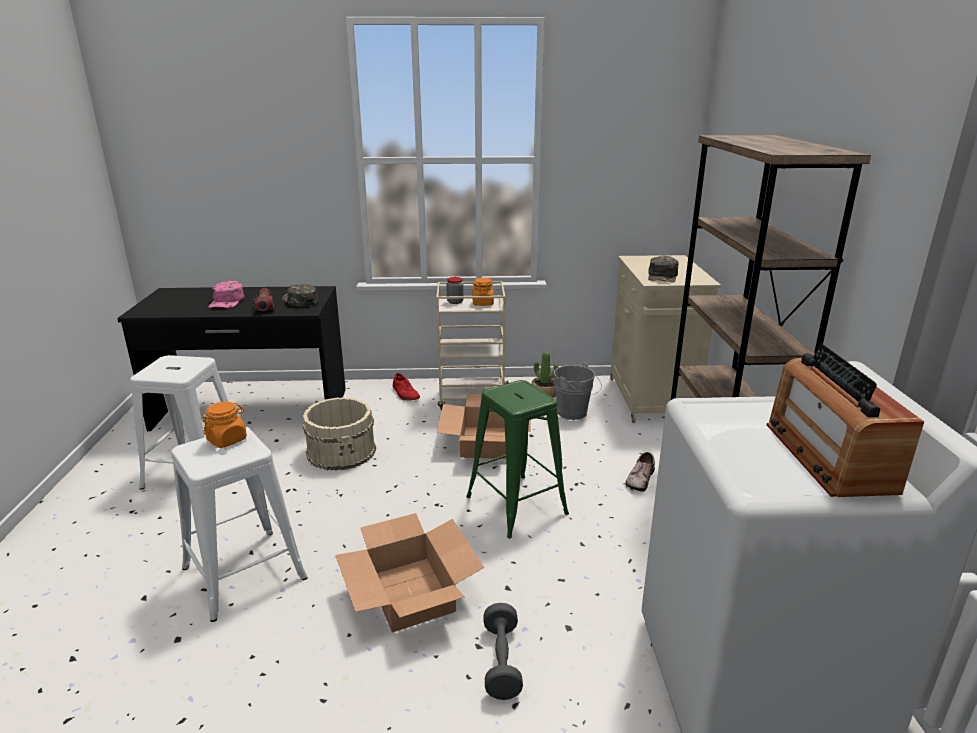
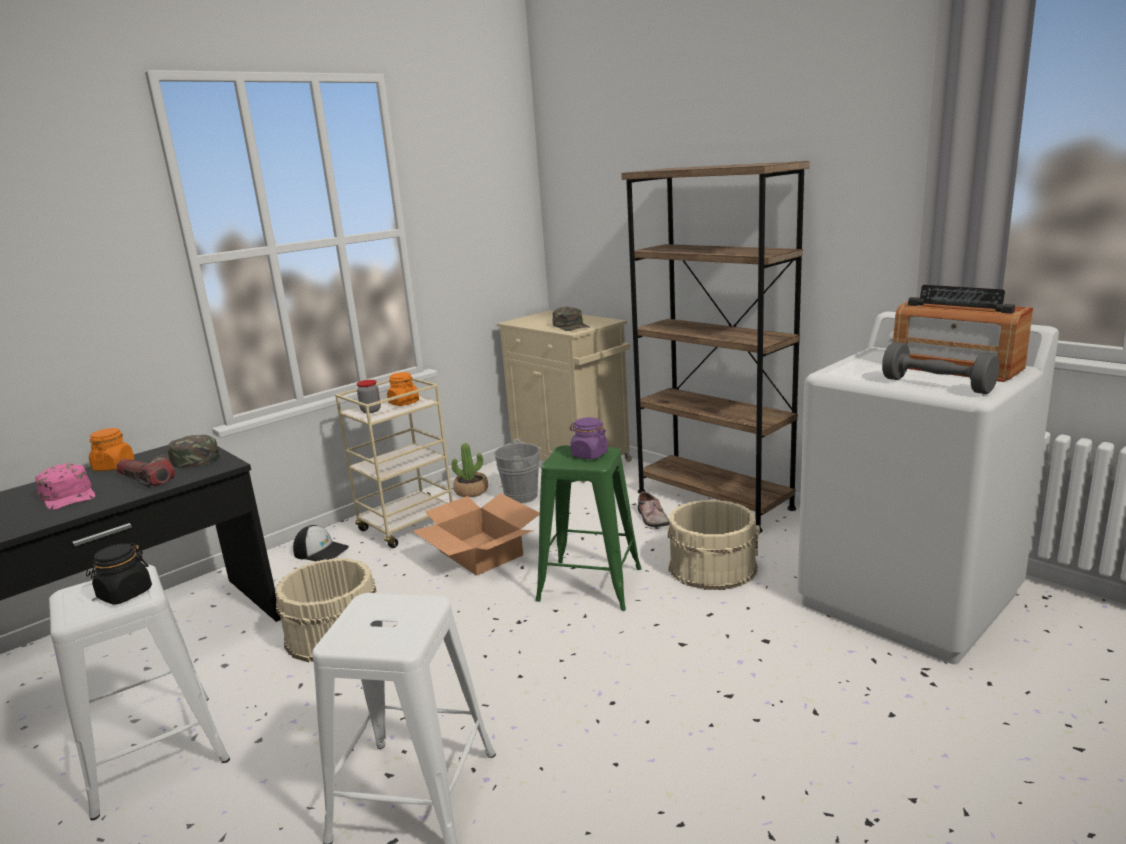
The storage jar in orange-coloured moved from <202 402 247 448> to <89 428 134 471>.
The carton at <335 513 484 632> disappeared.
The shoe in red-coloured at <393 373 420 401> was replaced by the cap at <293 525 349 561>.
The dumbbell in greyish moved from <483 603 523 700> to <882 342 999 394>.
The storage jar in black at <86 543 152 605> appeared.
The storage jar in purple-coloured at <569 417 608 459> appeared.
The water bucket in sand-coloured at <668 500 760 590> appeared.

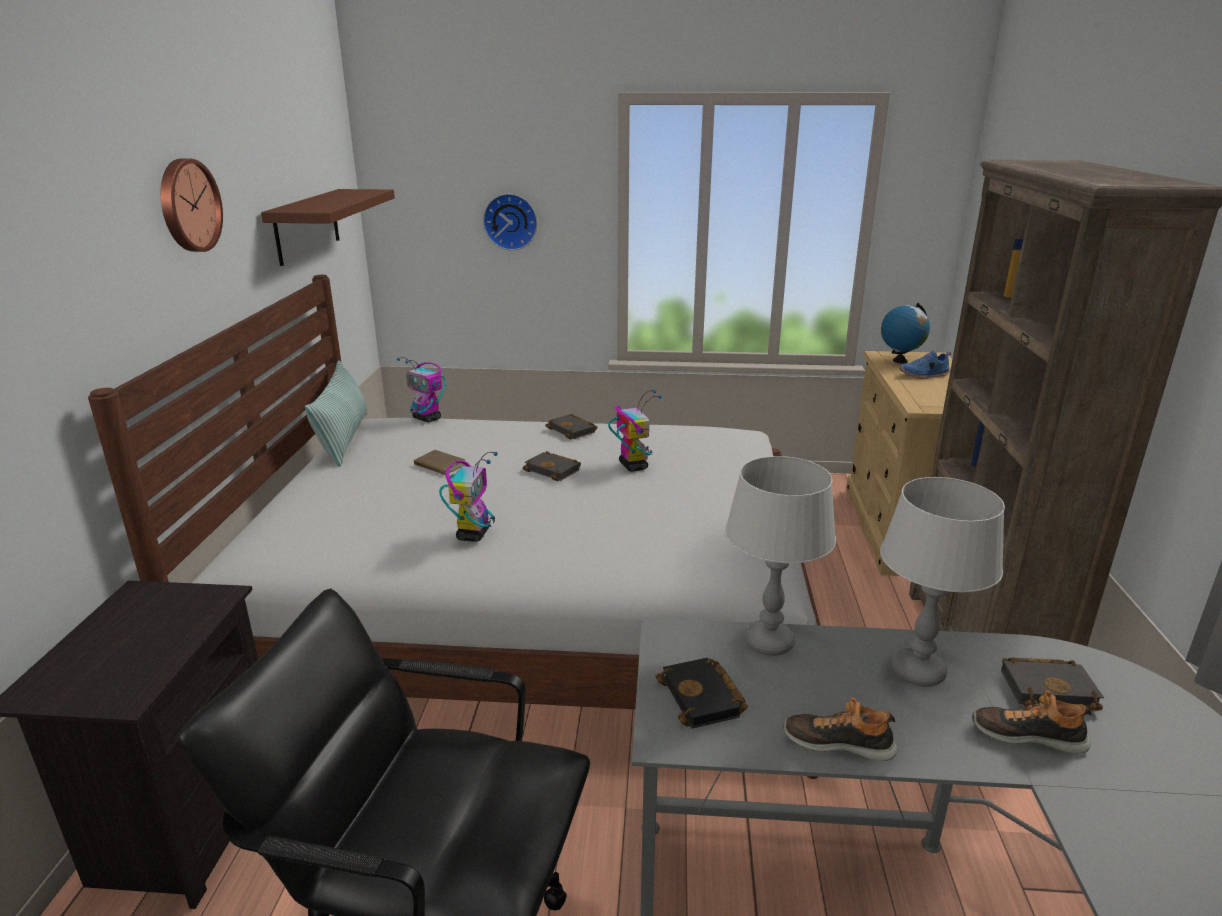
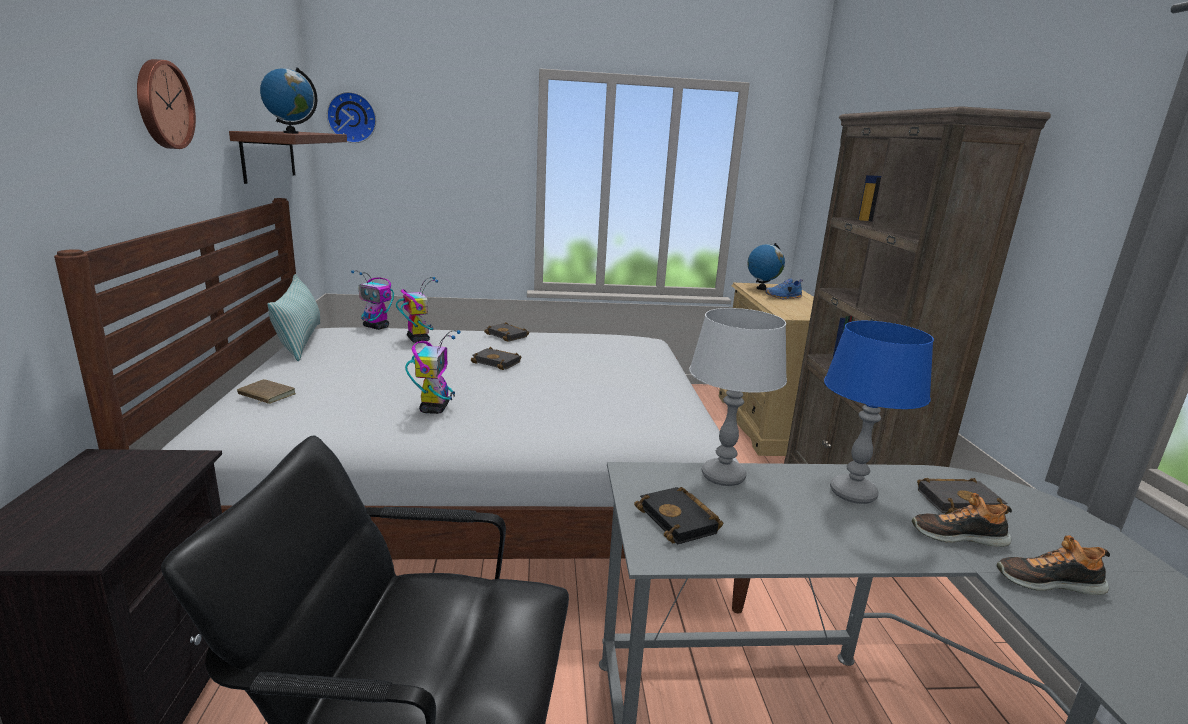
The volume in brown-coloured moved from <414 450 465 475> to <237 379 296 404>.
The clock on the wall moved from <483 194 538 250> to <327 92 376 143>.
The model robot moved from <608 389 662 472> to <396 277 438 343>.
The shoe moved from <783 697 897 761> to <996 535 1110 595>.
The table lamp in greyish at <880 477 1005 687> became the table lamp in blue-coloured at <824 321 934 504>.
The desk globe at <260 68 317 134> appeared.

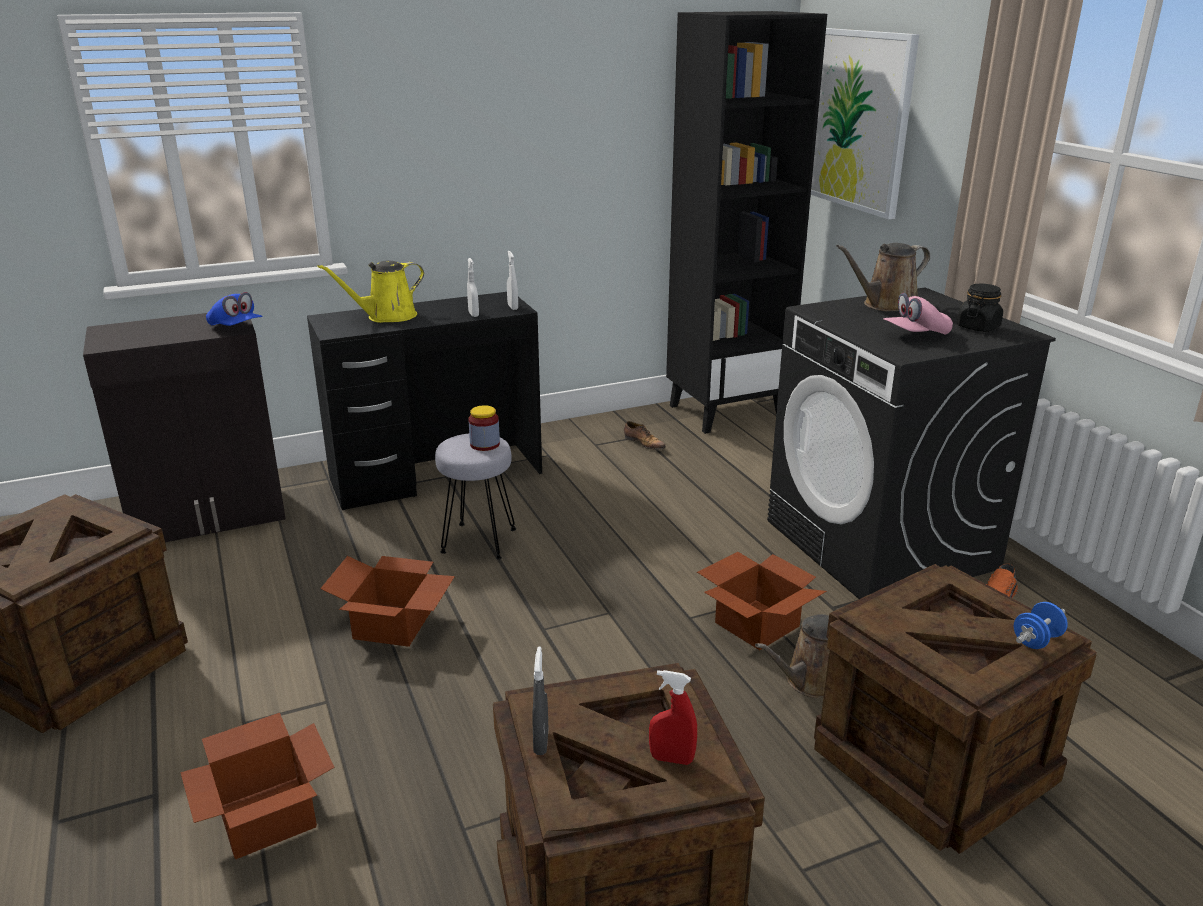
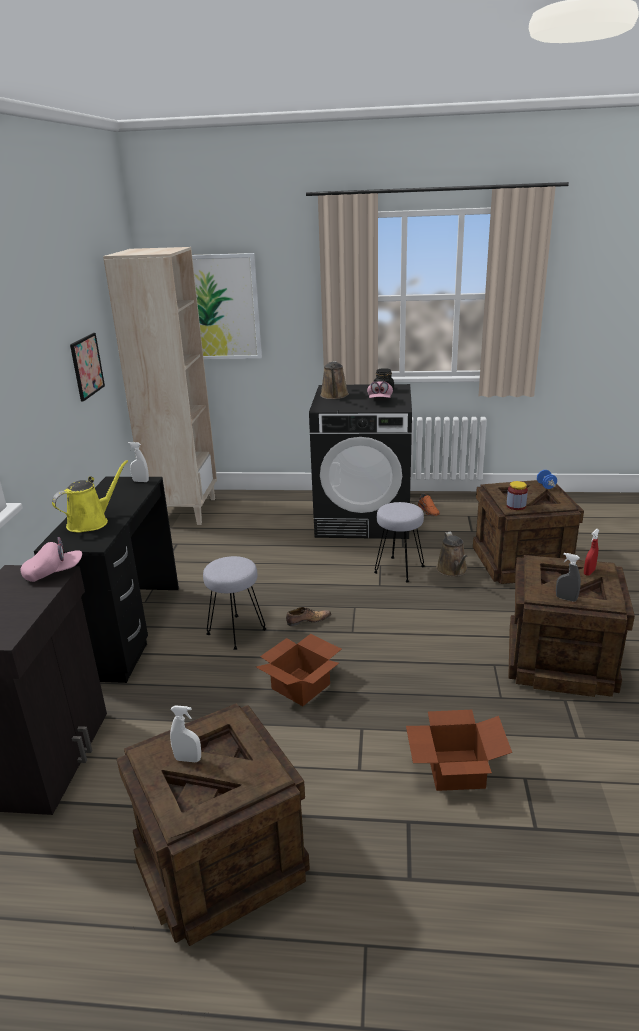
The cap in blue-coloured at <206 292 263 326> became the cap in pink-coloured at <20 537 82 582>.
The watering pot in yellowish at <317 260 424 323> turned 135 degrees counterclockwise.
The sprayer in white moved from <467 258 479 317> to <170 705 201 762>.
The storage jar moved from <468 405 500 451> to <507 481 528 510>.
The shoe moved from <624 421 666 450> to <286 607 331 626>.
The shelving unit in black at <666 11 827 434> became the shelving unit in sand-coloured at <103 247 217 525>.
The carton at <697 552 827 650> was replaced by the sitting stool in greyish at <374 502 425 582>.
The wall picture at <70 333 105 402> appeared.

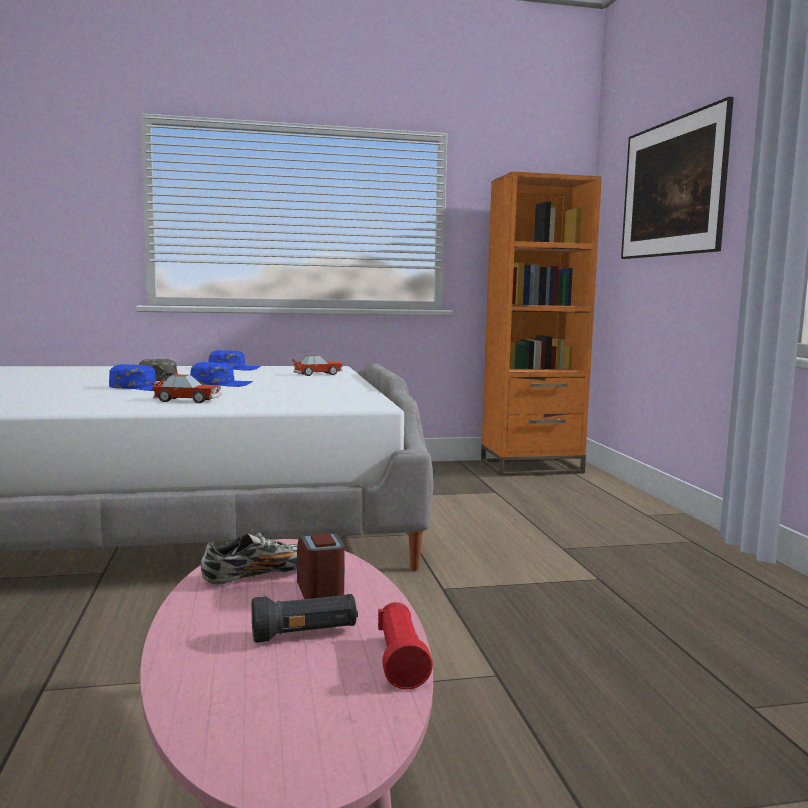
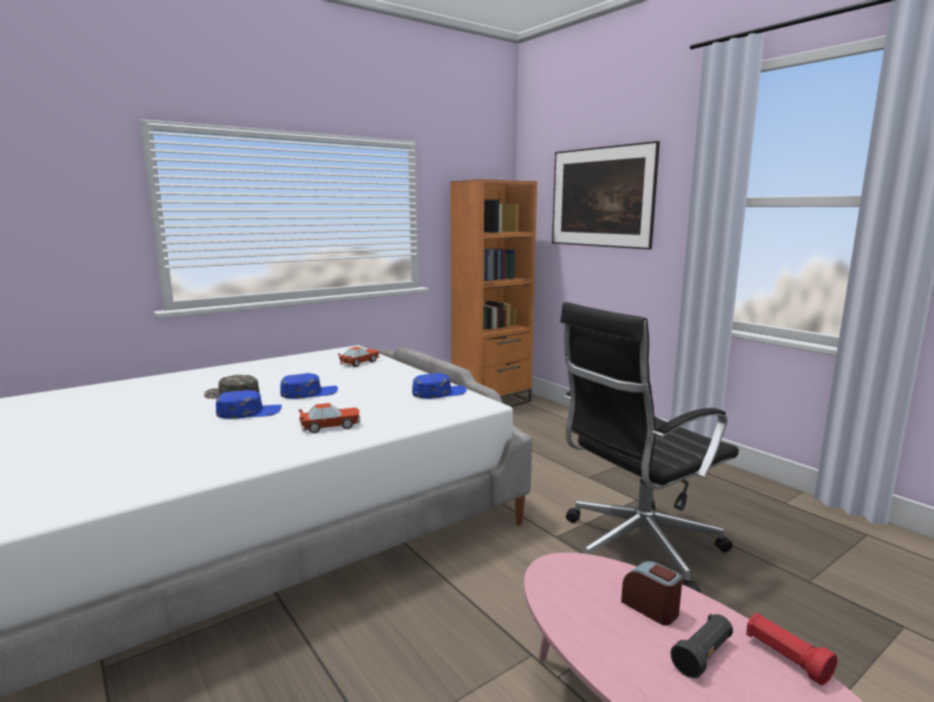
The shoe at <201 532 298 585> disappeared.
The cap in blue-coloured moved from <209 350 261 371> to <412 373 467 399>.
The computer chair in black at <560 302 739 593> appeared.

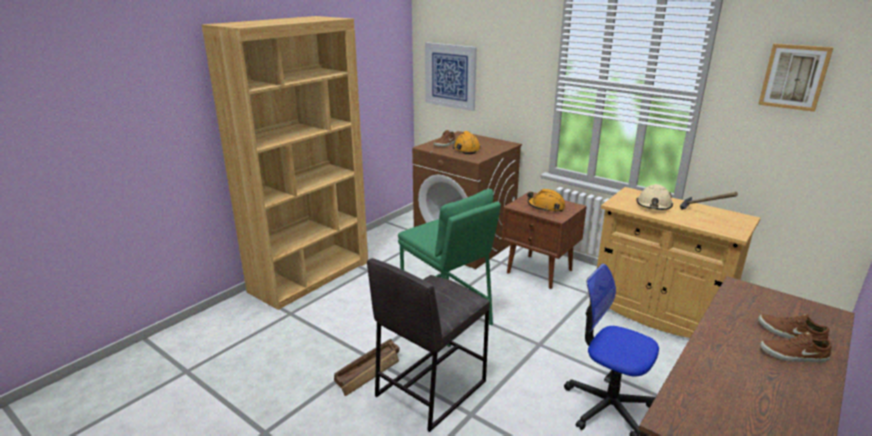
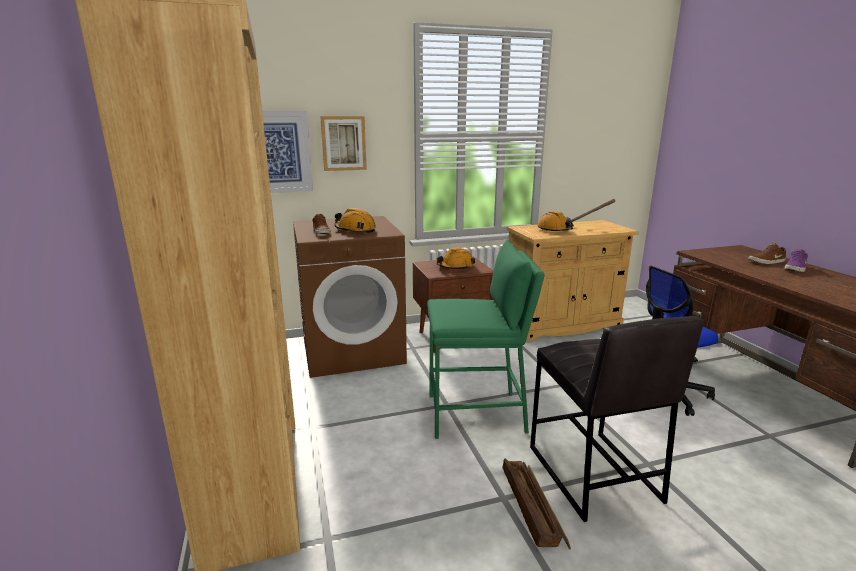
The work helmet in sand-coloured at <637 184 673 210> became the work helmet in orange-coloured at <537 211 573 231>.
The wall picture moved from <758 44 834 112> to <320 116 367 171>.
The shoe in brown-coloured at <760 332 832 363> became the shoe in purple-coloured at <784 249 808 272>.

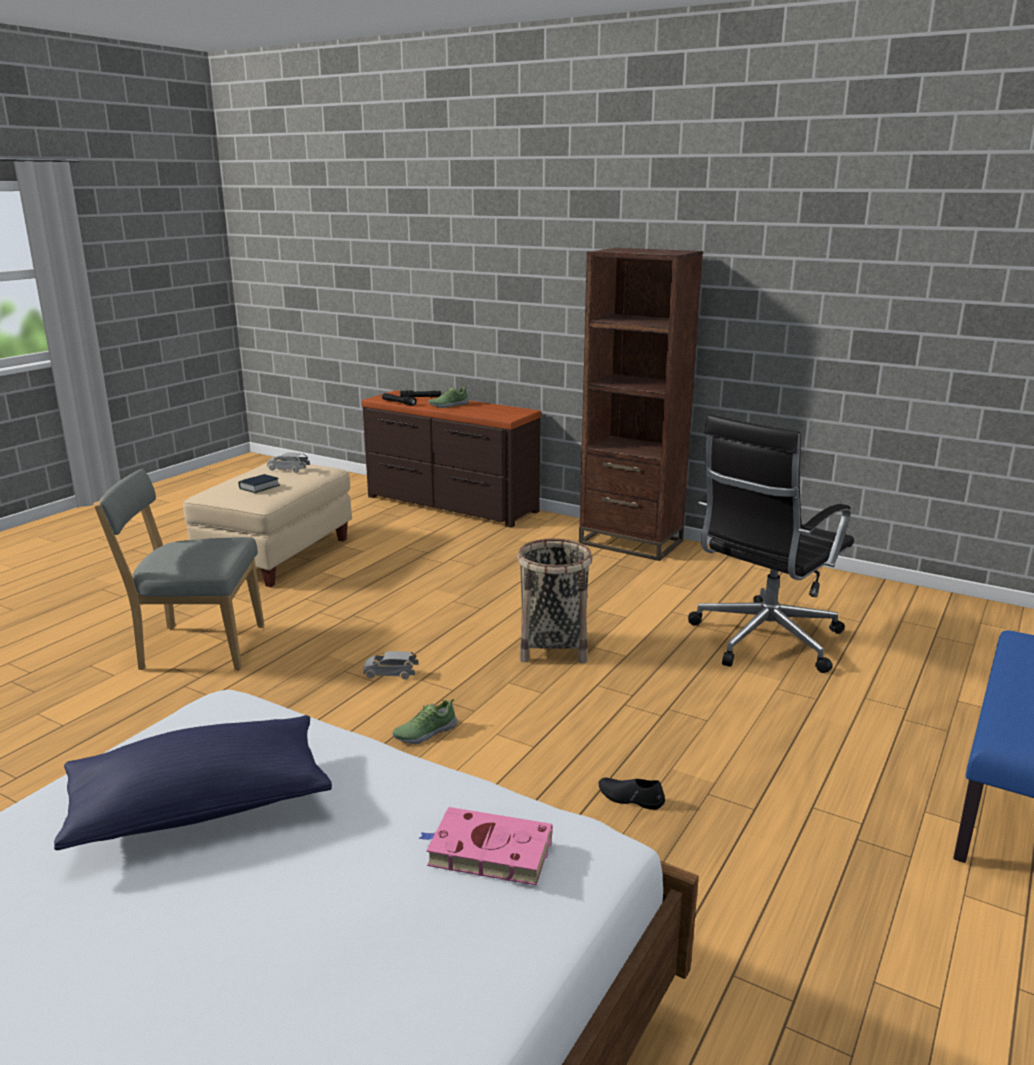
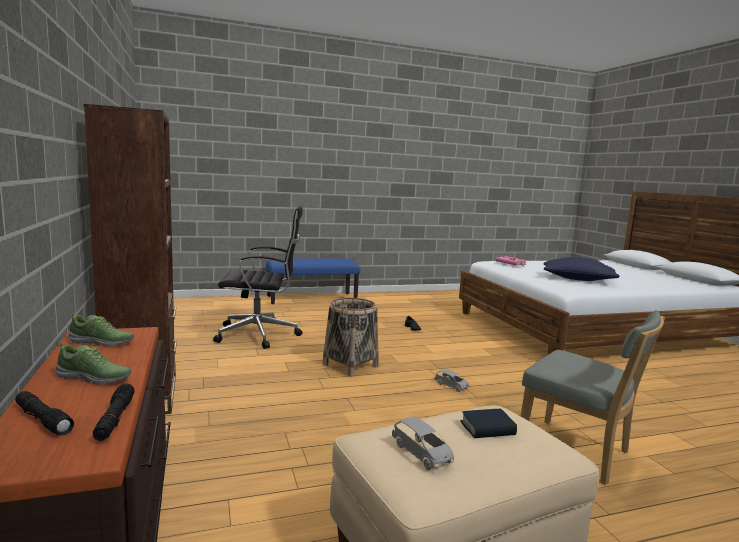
The shoe moved from <393 699 457 744> to <68 314 134 347>.

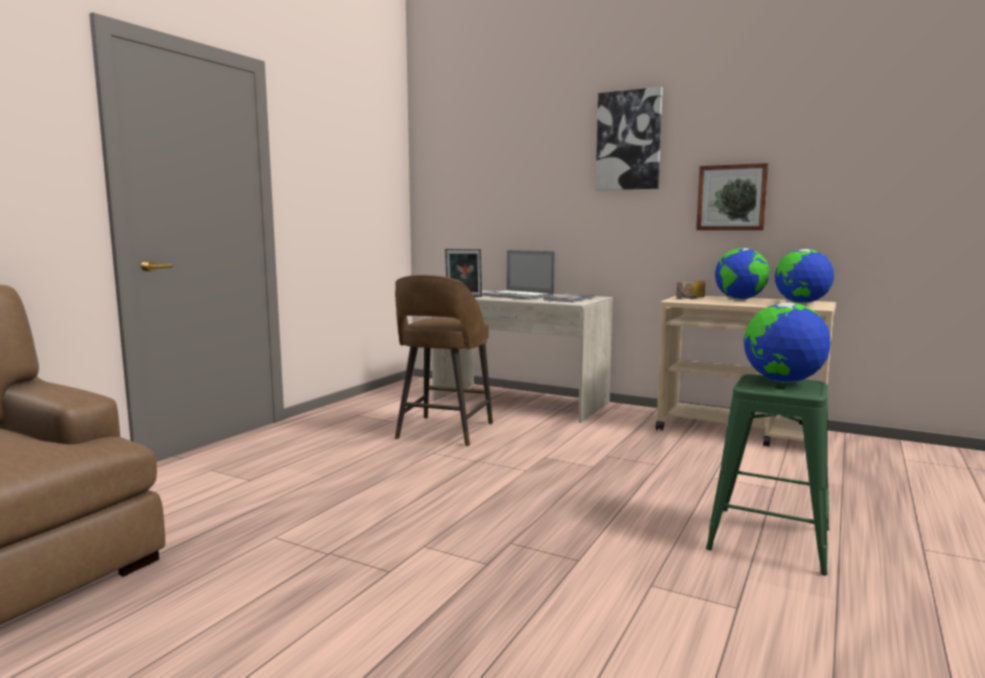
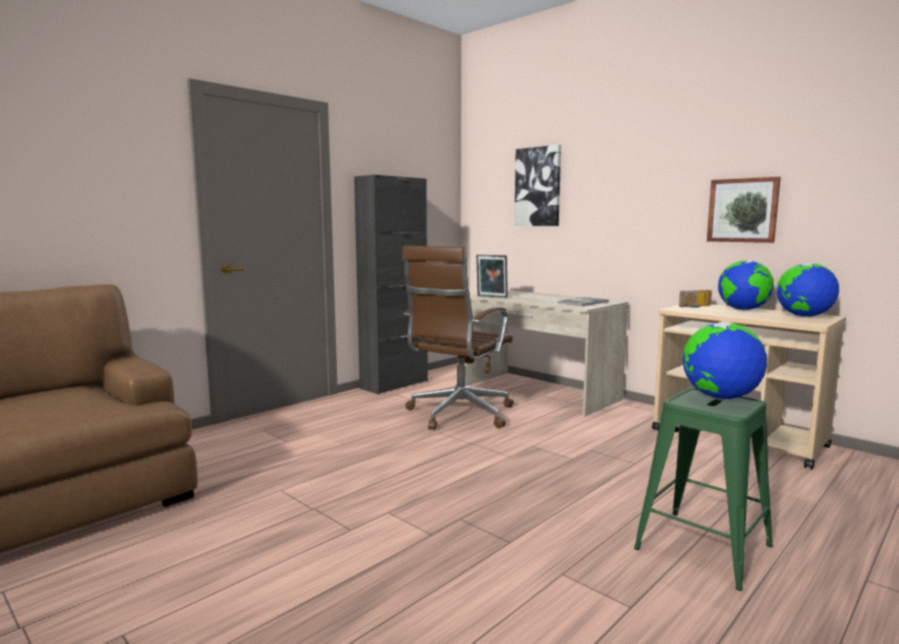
The sitting stool in brown-coloured at <395 275 493 446> was replaced by the computer chair in brown-coloured at <402 246 514 430>.
The laptop at <482 250 556 300> disappeared.
The wall picture moved from <596 87 663 190> to <514 145 561 226>.
The storage cabinet in black at <354 175 428 395> appeared.

